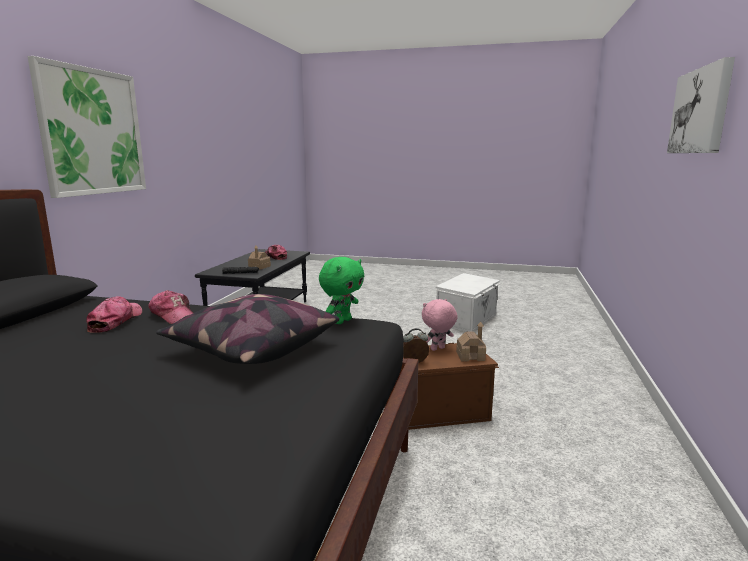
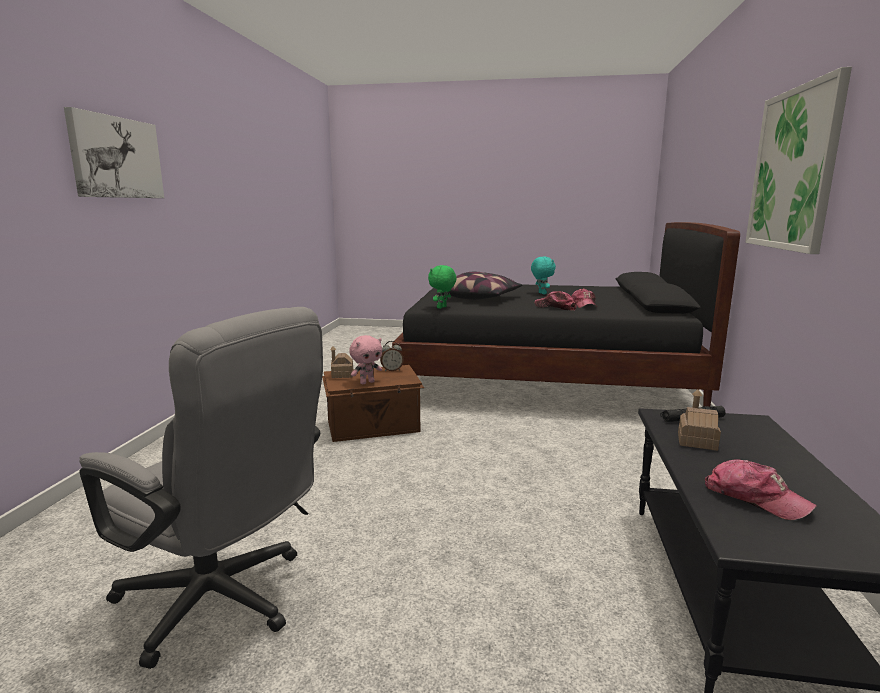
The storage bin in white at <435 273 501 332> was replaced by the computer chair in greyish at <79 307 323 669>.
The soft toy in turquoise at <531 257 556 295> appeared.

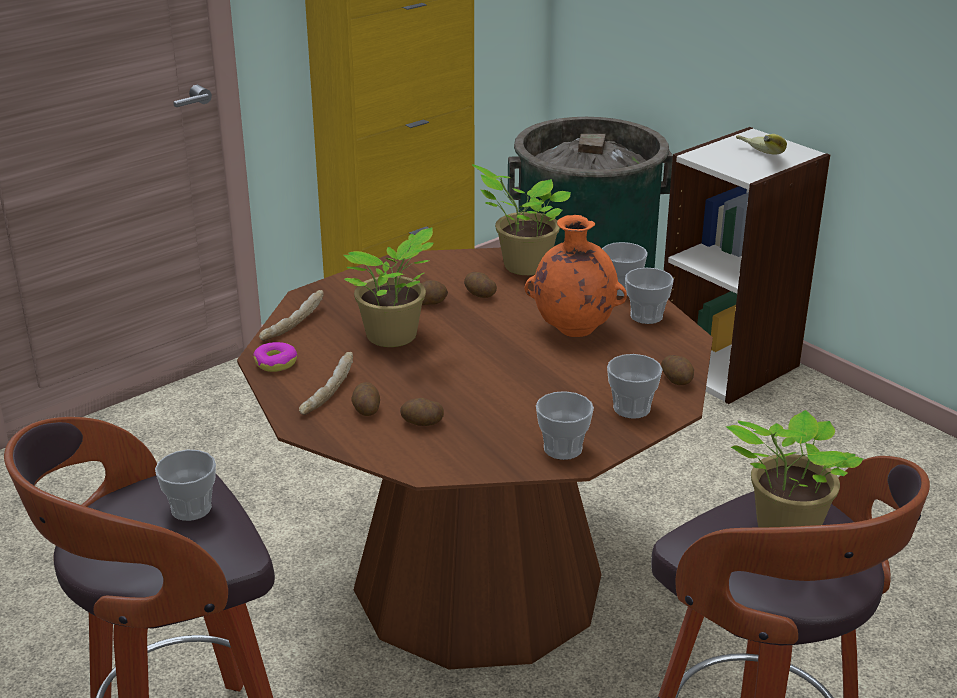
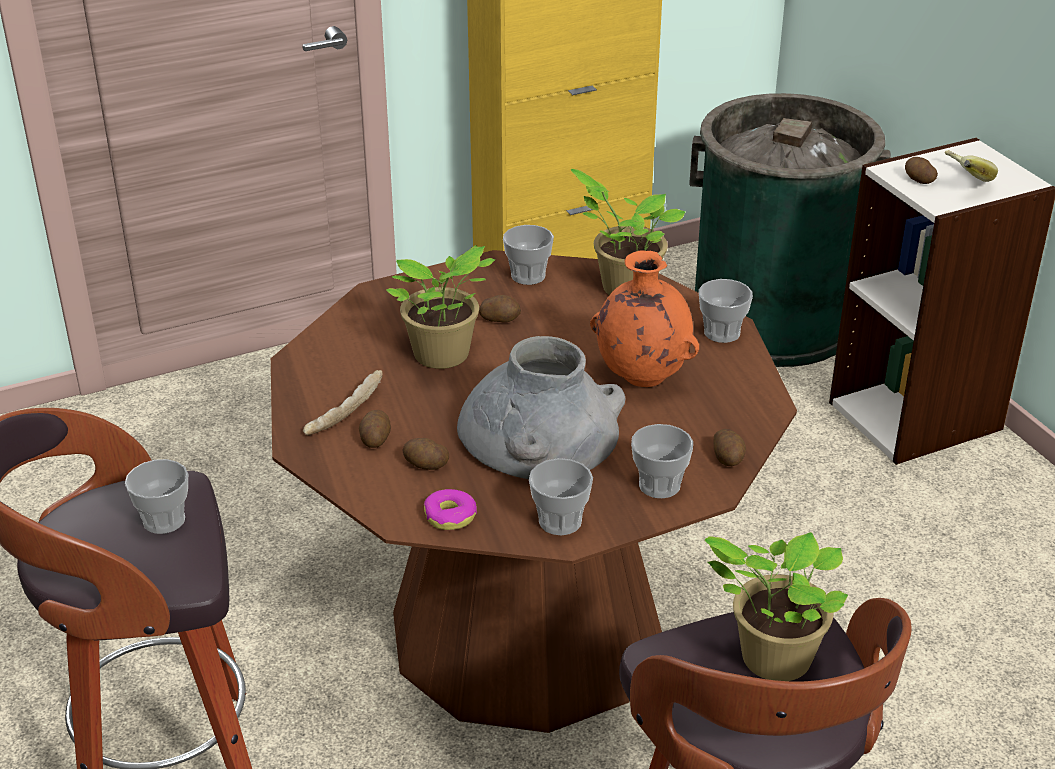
The doughnut moved from <253 342 298 372> to <424 489 477 530>.
The bakery bread at <259 290 324 341> disappeared.
The spud moved from <464 272 497 298> to <905 157 938 184>.
The cup moved from <625 268 674 324> to <503 225 554 285>.
The decorative vase in greyish at <457 336 625 479> appeared.

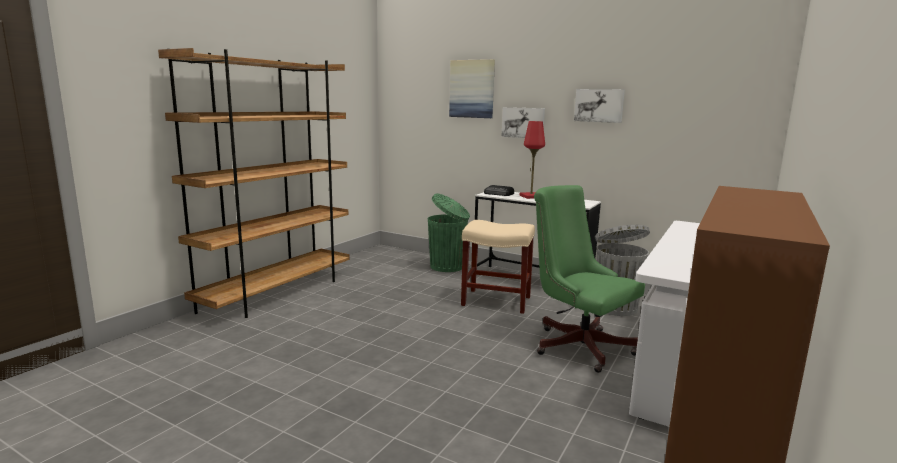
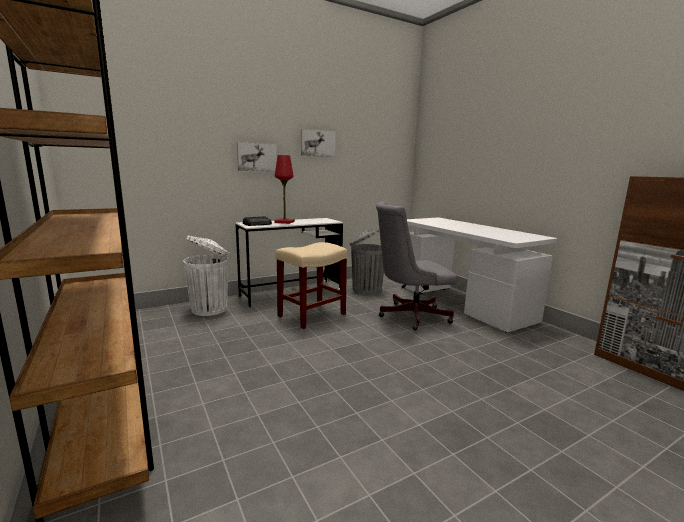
The rubbish bin in greenish at <428 193 470 272> became the rubbish bin in white at <183 235 230 316>.
The wall picture at <449 59 495 118> disappeared.
The computer chair in greenish at <534 185 645 373> became the computer chair in greyish at <376 201 457 330>.

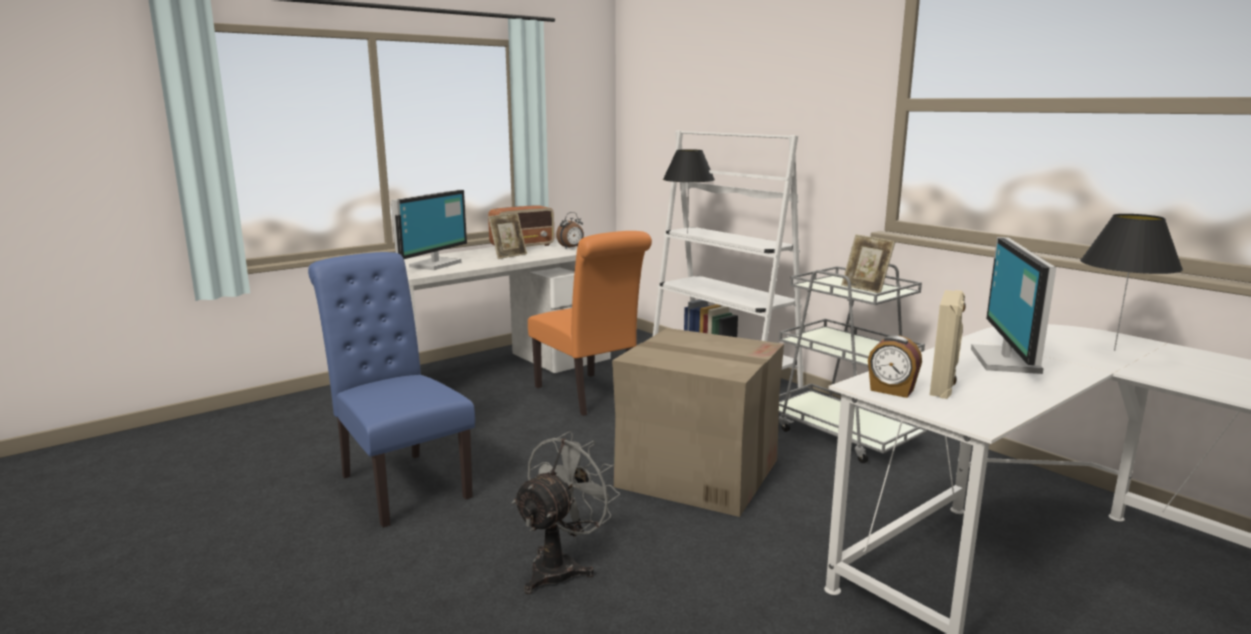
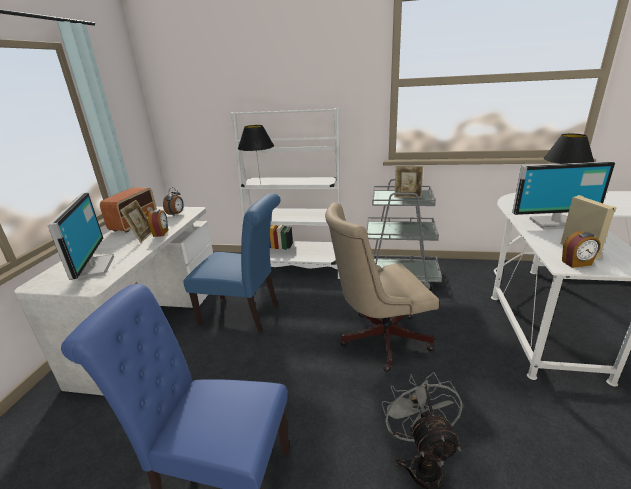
The chair in orange-coloured at <528 231 652 416> became the chair in blue-coloured at <183 193 281 333>.
The carton at <612 328 784 517> was replaced by the computer chair in sand-coloured at <325 202 439 372>.
The computer screen at <971 237 1056 374> turned 60 degrees counterclockwise.
The alarm clock at <148 209 168 237> appeared.

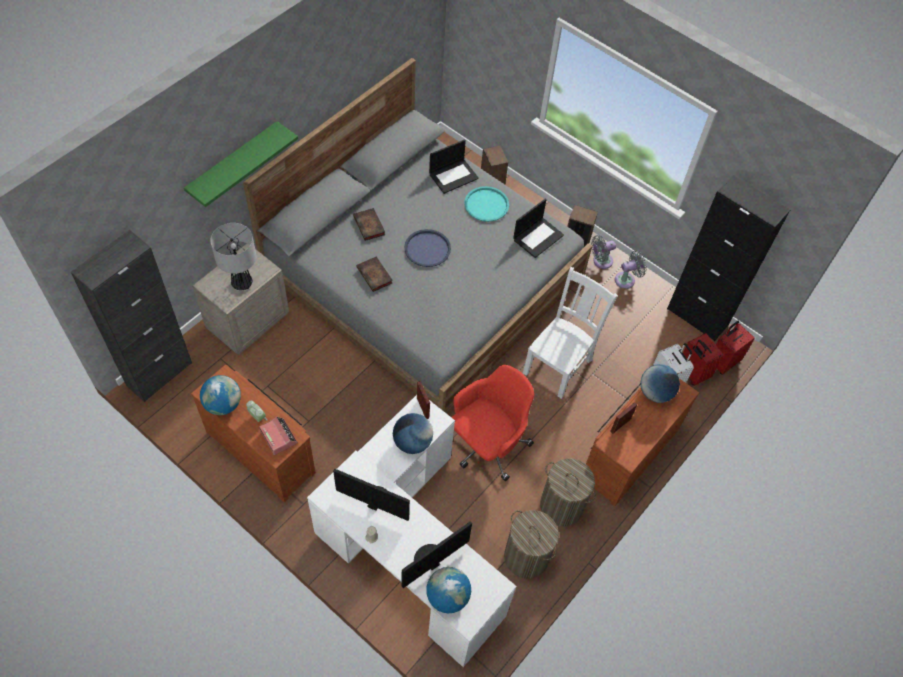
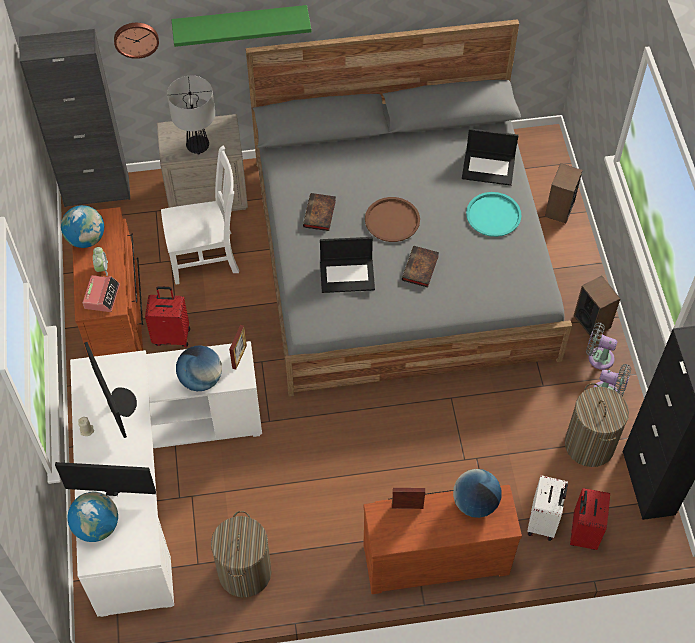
The volume moved from <353 208 385 241> to <402 246 439 287>.
The tray in blue-coloured at <404 229 451 267> became the tray in brown-coloured at <365 197 420 242>.
The computer chair in red-coloured at <451 365 534 481> disappeared.
The laptop moved from <513 199 564 258> to <320 237 375 293>.
The chair in white moved from <523 267 618 399> to <161 146 239 285>.
The hamper moved from <540 458 596 526> to <565 383 629 467>.
The travel case in red-coloured moved from <716 321 755 375> to <145 286 190 347>.
The clock on the wall at <114 23 159 59> appeared.

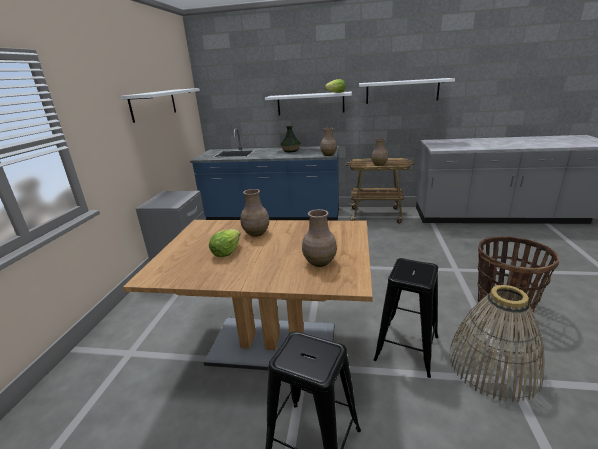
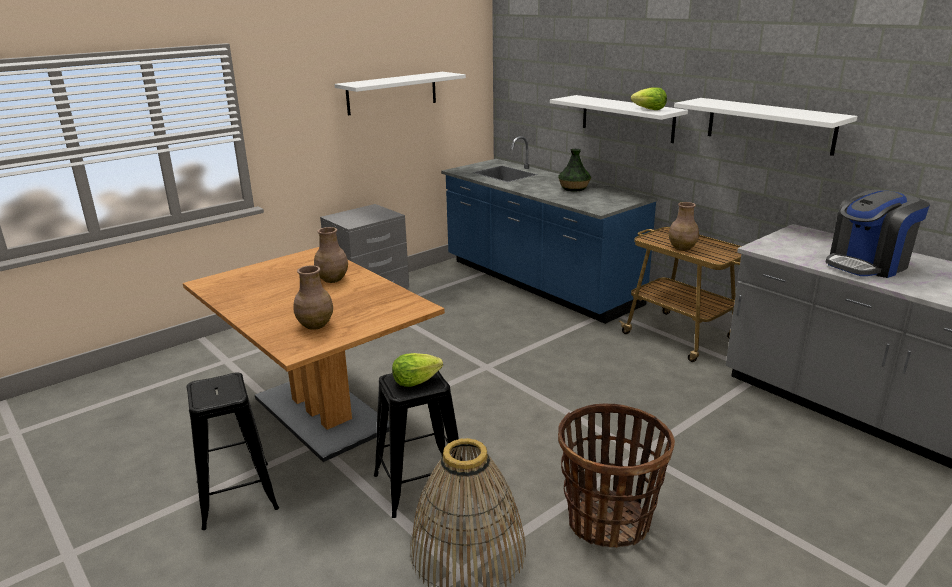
The lettuce head moved from <209 229 241 257> to <392 353 443 387>.
The decorative vase in brown-coloured at <320 128 337 156> disappeared.
The coffee maker at <825 190 930 278> appeared.

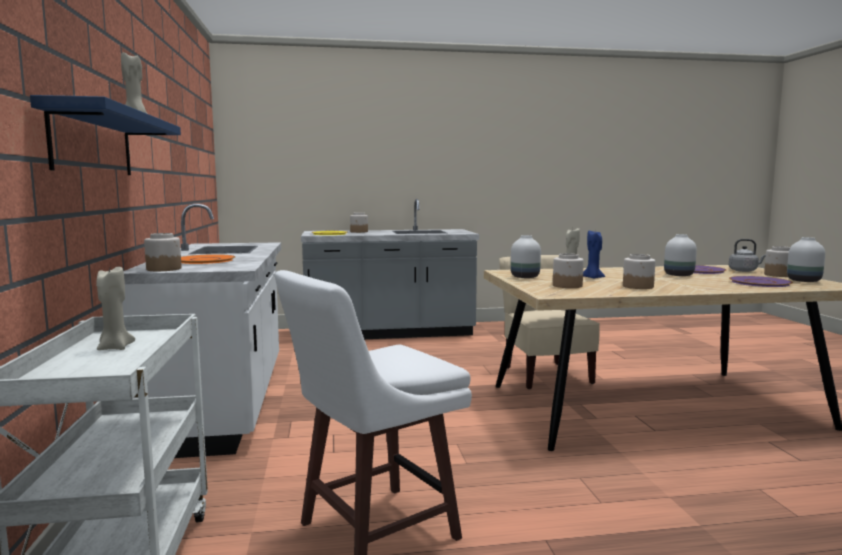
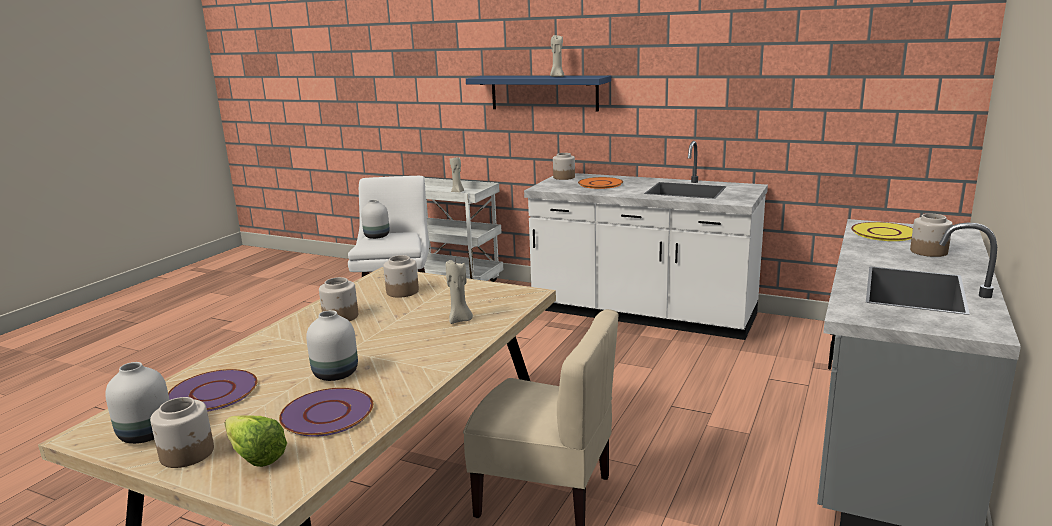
The decorative vase in white moved from <511 235 541 278> to <361 200 389 239>.
The wax light in blue-coloured at <583 231 605 279> disappeared.
The tea kettle in greyish at <729 239 766 272> was replaced by the lettuce head at <224 415 287 467>.

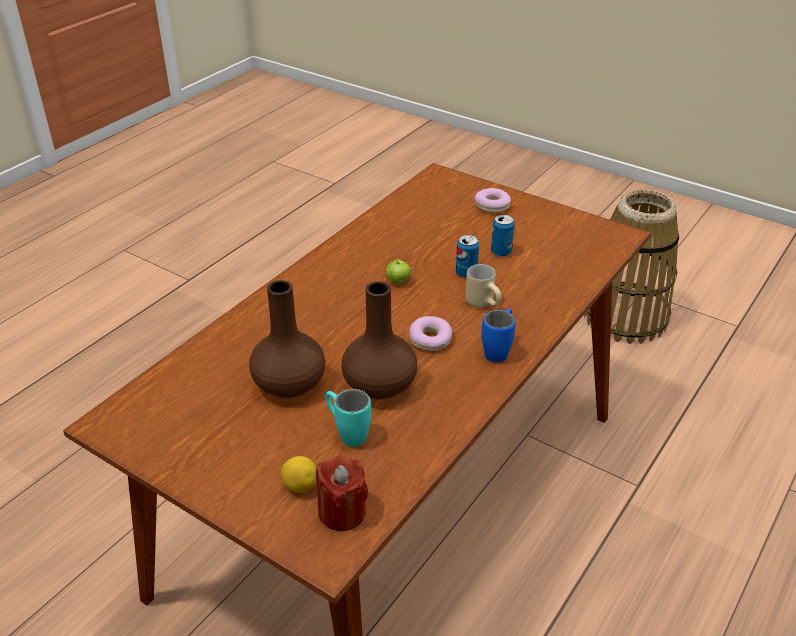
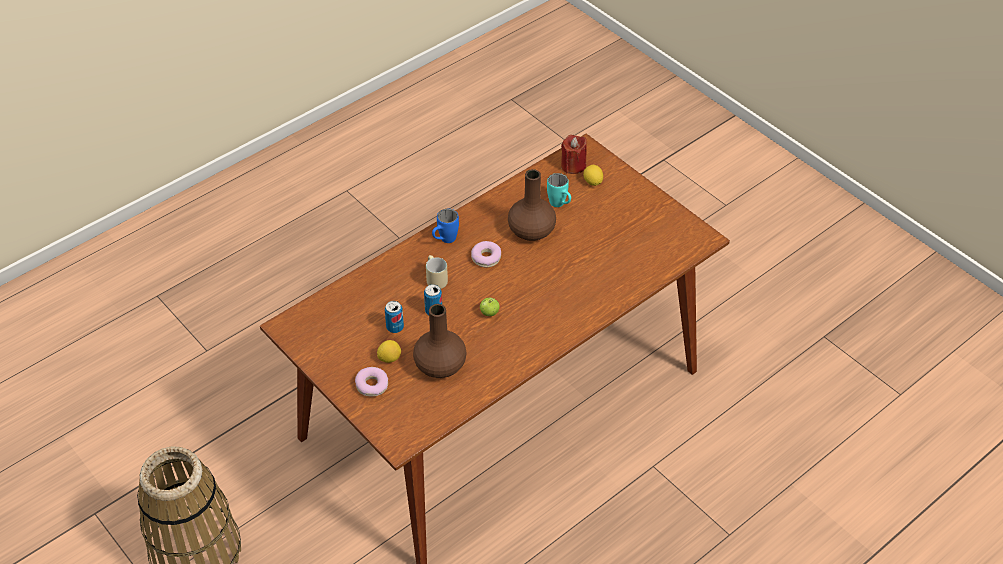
The decorative vase in brown-coloured moved from <249 280 325 398> to <413 304 466 378>.
The whole lemon at <377 340 401 363> appeared.

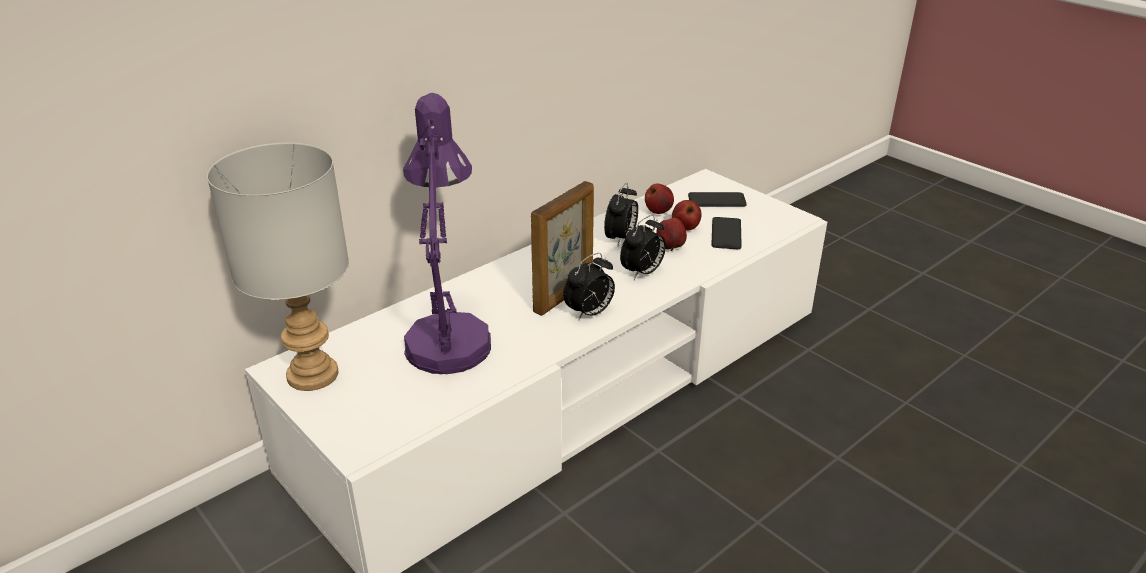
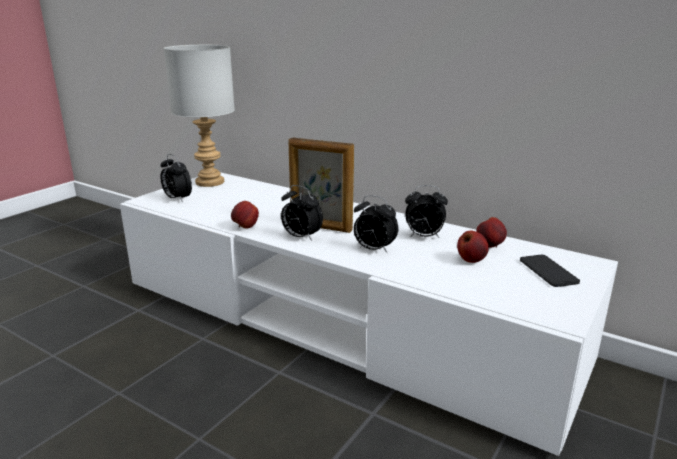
The table lamp in purple-coloured at <403 93 491 374> disappeared.
The apple moved from <656 218 687 251> to <231 201 259 229>.
The phone at <711 217 742 249> disappeared.
The alarm clock at <160 154 192 202> appeared.

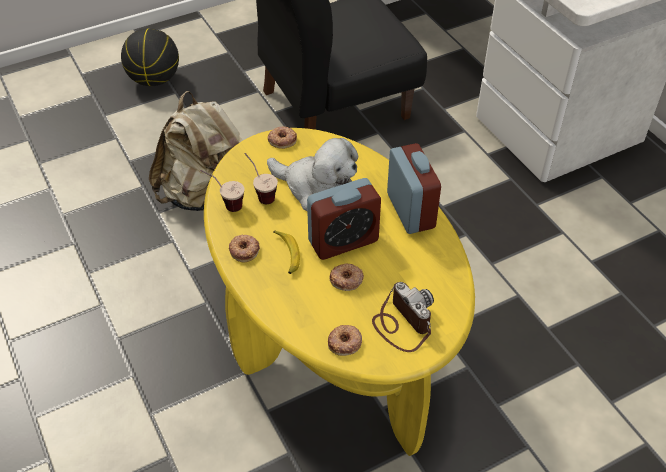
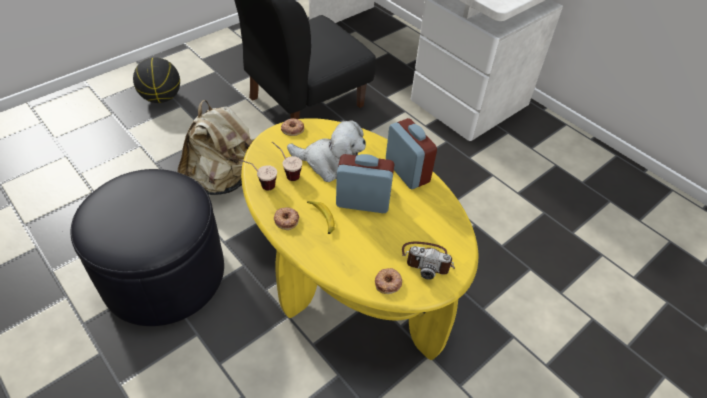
The alarm clock at <307 178 381 260> turned 135 degrees counterclockwise.
The doughnut at <329 263 364 291> disappeared.
The photo camera at <372 282 434 352> turned 150 degrees clockwise.
The footrest in black at <70 169 224 326> appeared.

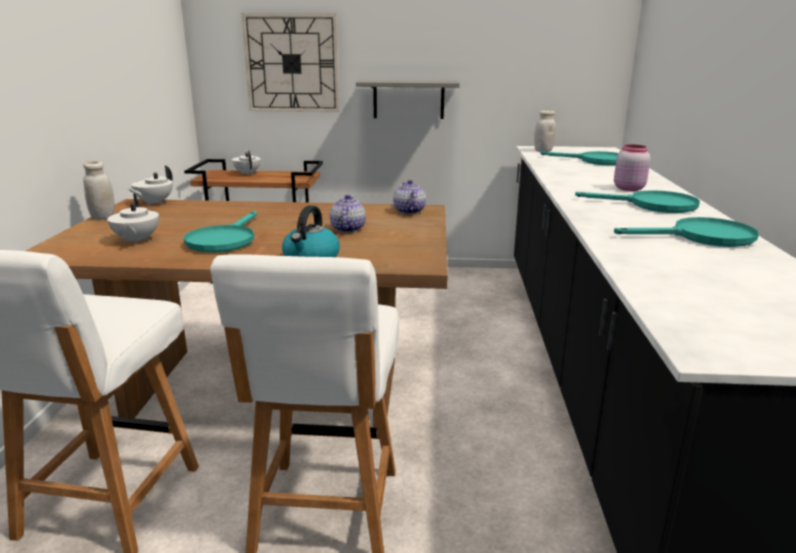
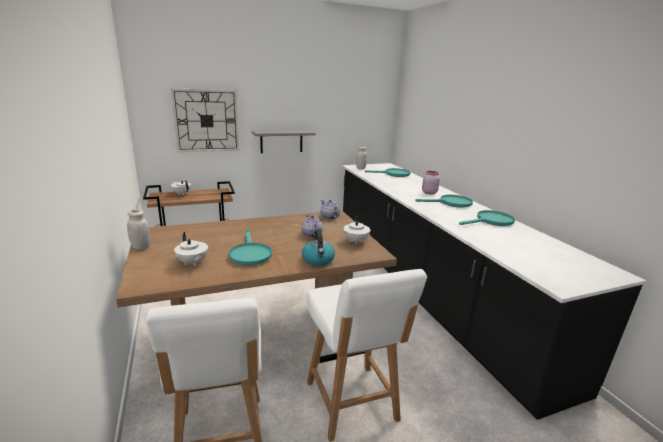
The teapot in white moved from <128 166 173 206> to <343 215 370 245>.

